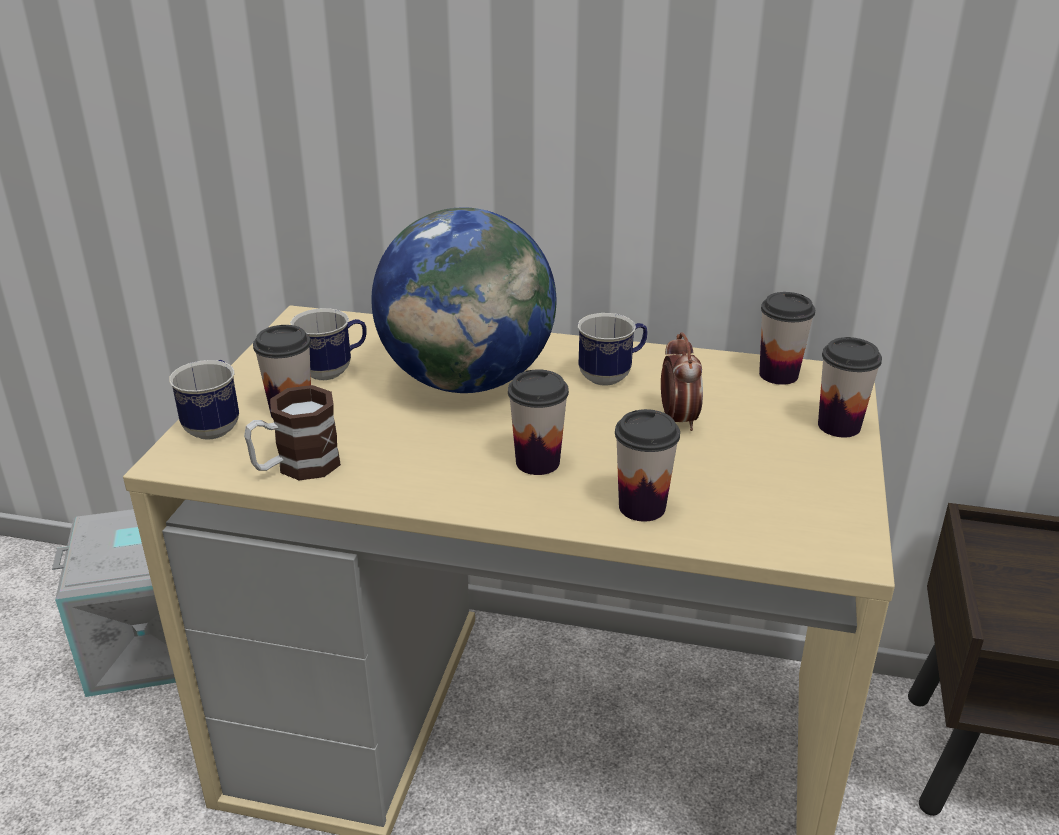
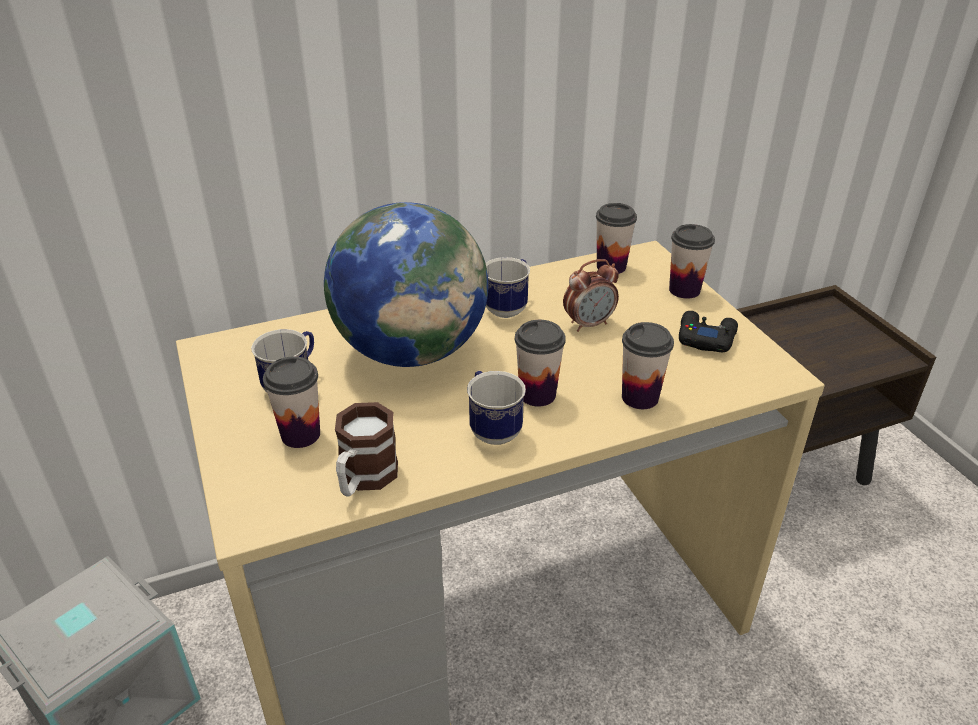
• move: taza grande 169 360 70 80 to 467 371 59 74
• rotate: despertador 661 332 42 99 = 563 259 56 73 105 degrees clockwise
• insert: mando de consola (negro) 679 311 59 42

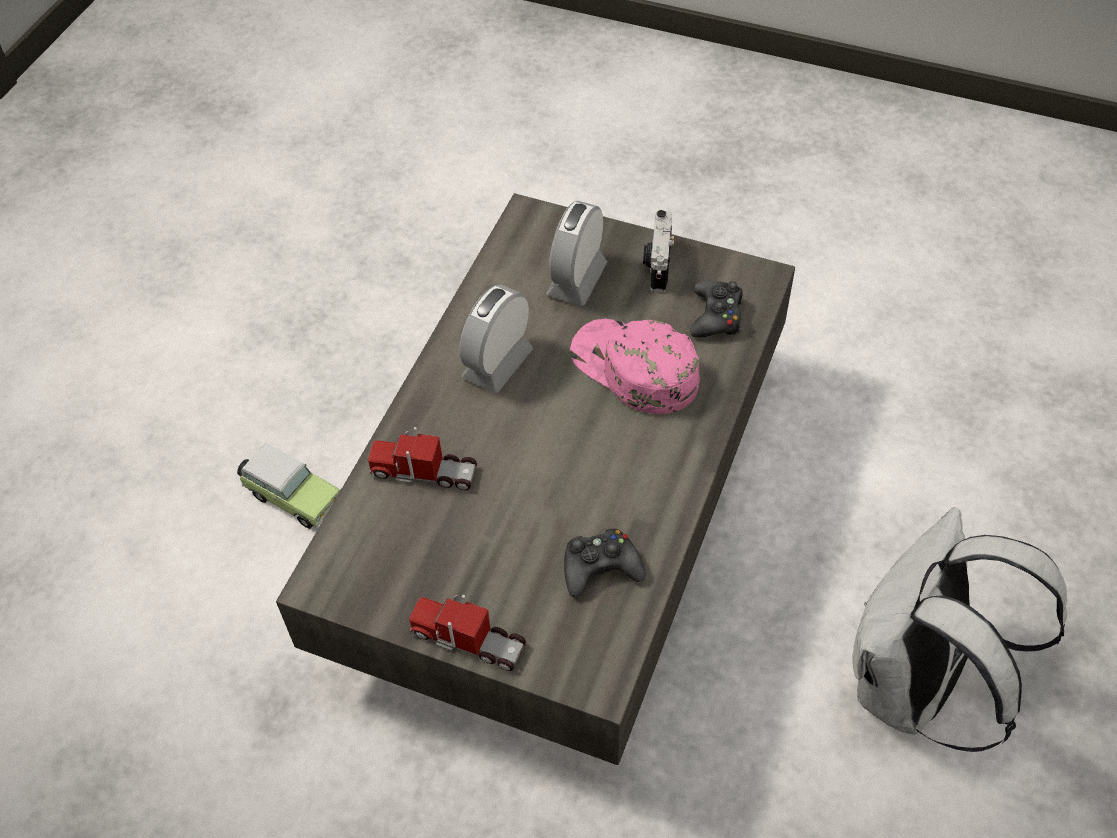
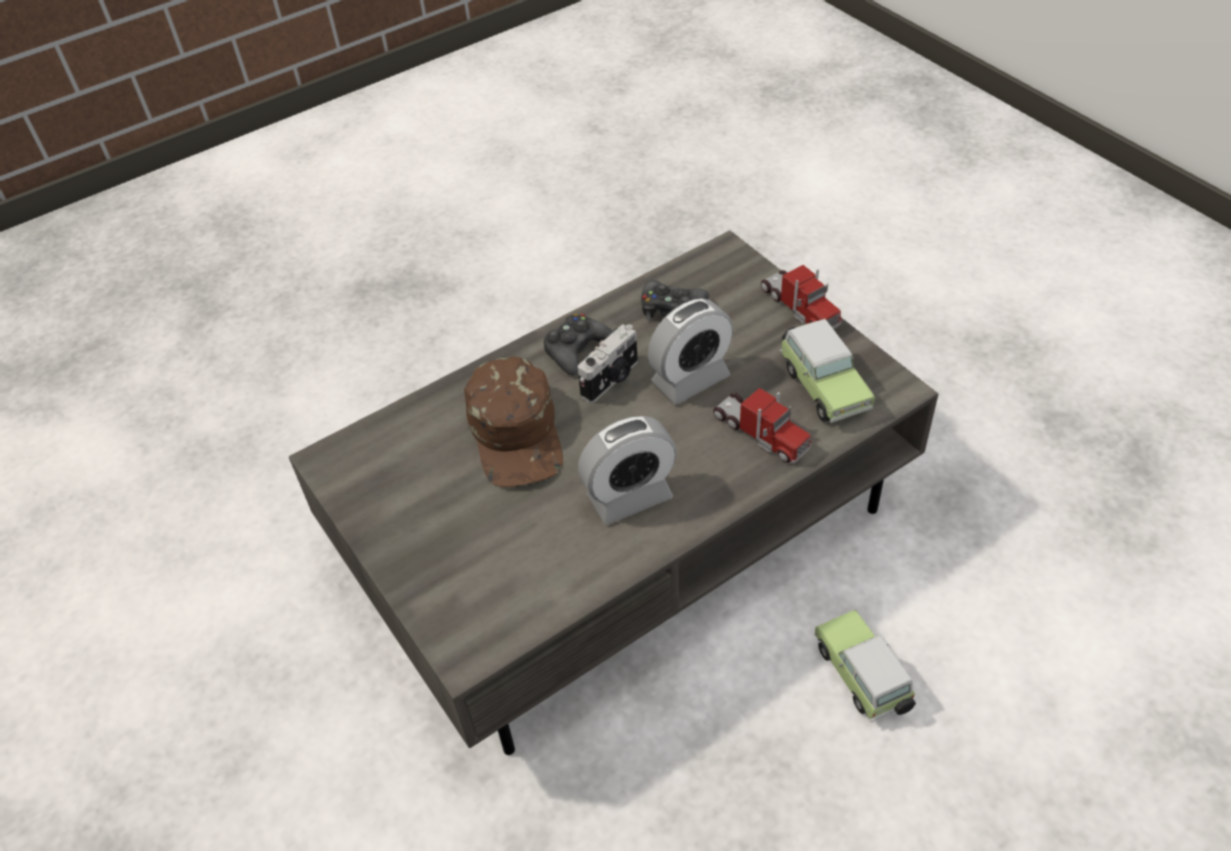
• recolor: gorra (rosa) 570 319 130 95 to gorra (marrón) 464 356 99 131
• move: mando de consola (negro) 690 280 53 58 to 544 314 69 61
• move: cámara 643 210 31 83 to 578 324 60 79
• move: despertador 546 201 61 105 to 648 299 85 105
• insert: coche de juguete 780 319 95 104
• delete: mochila (blanco) 853 507 214 245

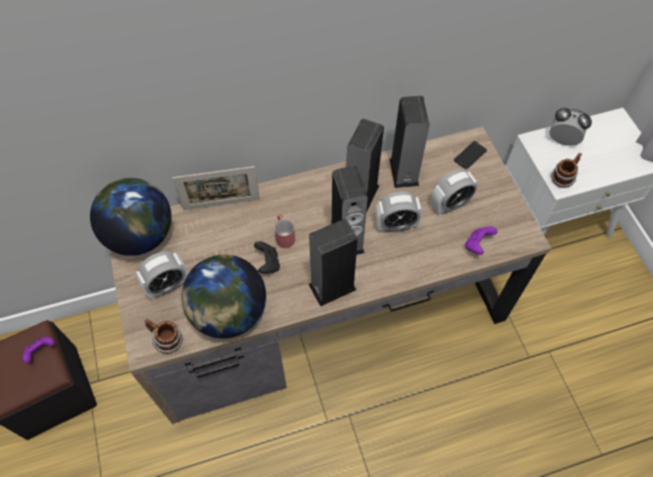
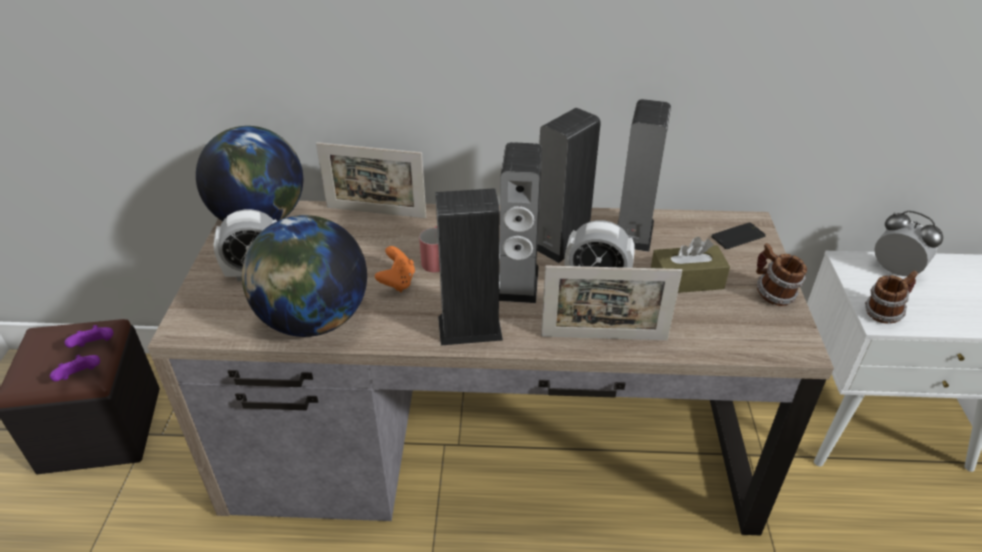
• move: mando de consola (morado) 465 227 33 28 to 50 355 50 27
• recolor: mando de consola (negro) 254 241 26 33 to mando de consola (naranja) 375 246 40 46
• insert: portarretratos 541 265 141 75
• replace: despertador 431 169 47 45 to caja de pañuelos (marrón) 651 236 79 57
• move: taza grande 144 318 39 36 to 756 243 51 63

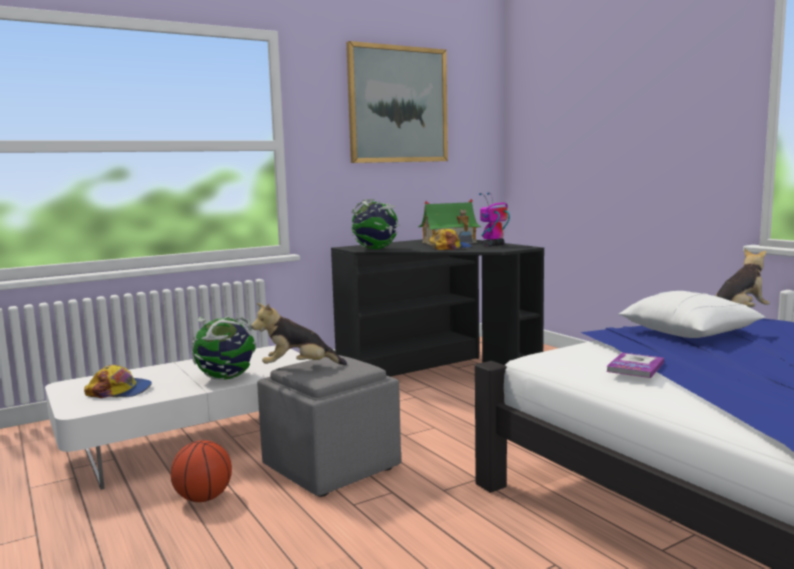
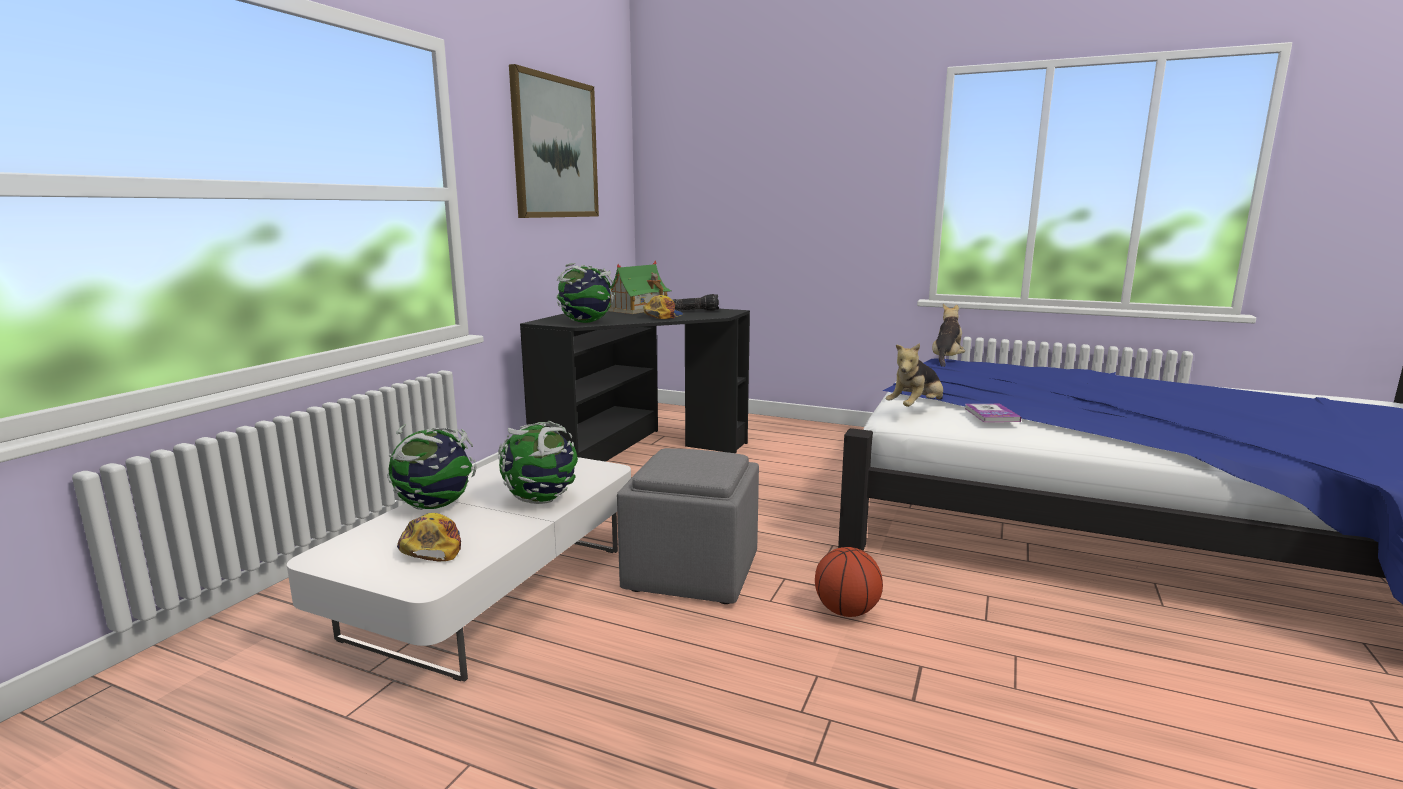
• insert: globo terráqueo 387 425 90 85
• rotate: gorra 84 365 68 33 = 397 513 64 49 75 degrees counterclockwise
• replace: robot de juguete 479 193 31 53 to linterna 673 294 46 17
• move: balón de baloncesto 171 440 61 62 to 815 547 68 70
• move: peluche 251 303 96 62 to 886 343 57 64
• delete: cojín (blanco) 619 291 146 47

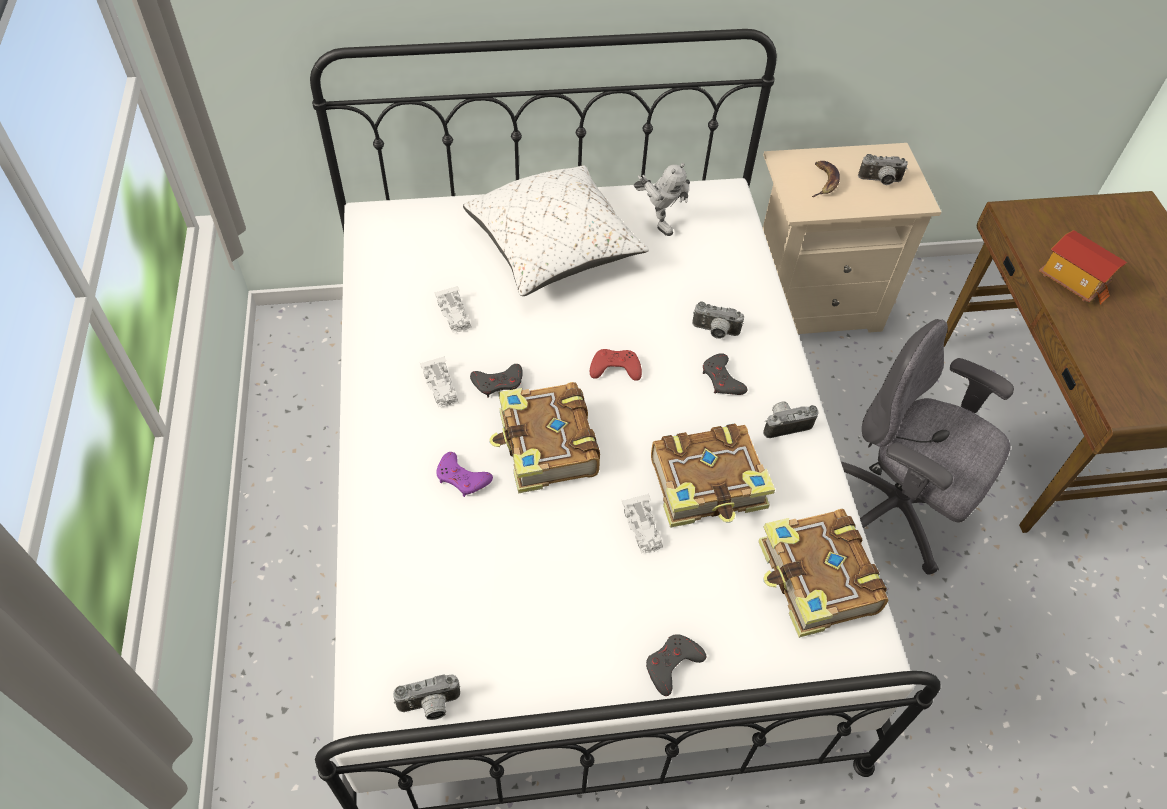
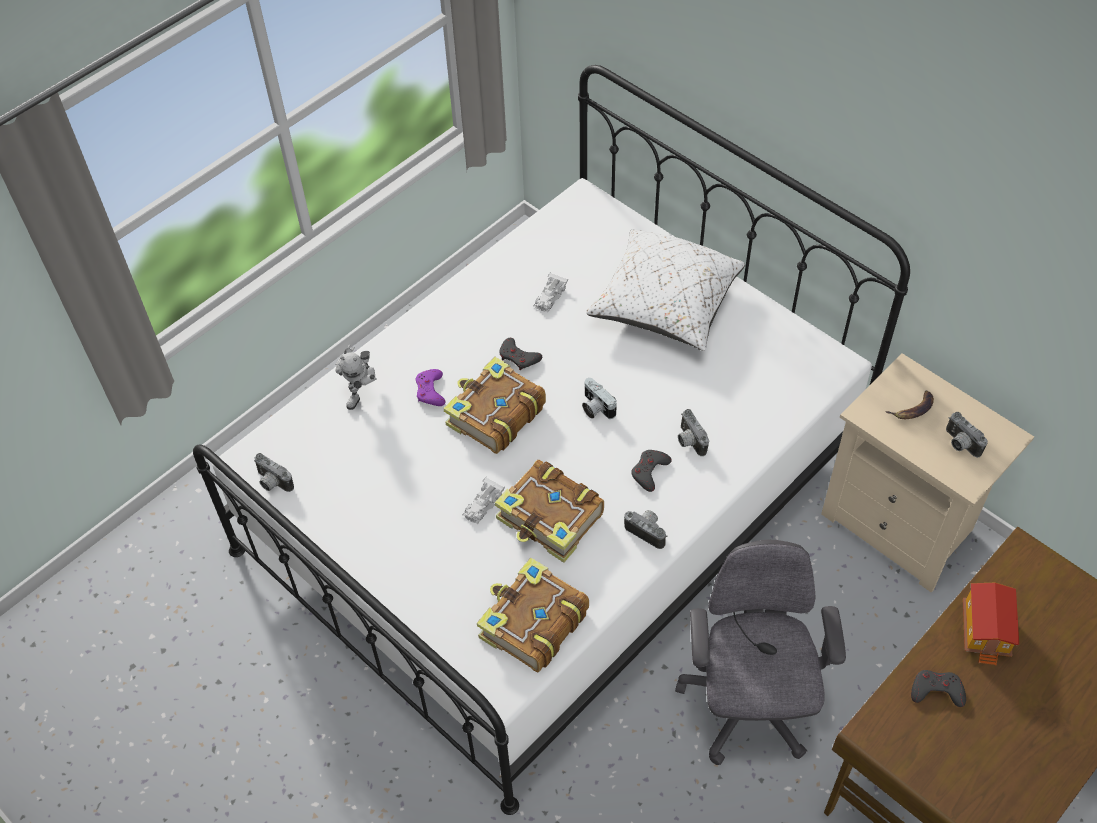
• move: robot de juguete 634 163 56 73 to 335 345 42 65
• replace: mando de consola (rojo) 590 349 52 32 to cámara 582 378 35 41
• move: mando de consola (gris) 646 634 61 62 to 911 670 55 37
• delete: coche de juguete (blanco) 420 356 38 52

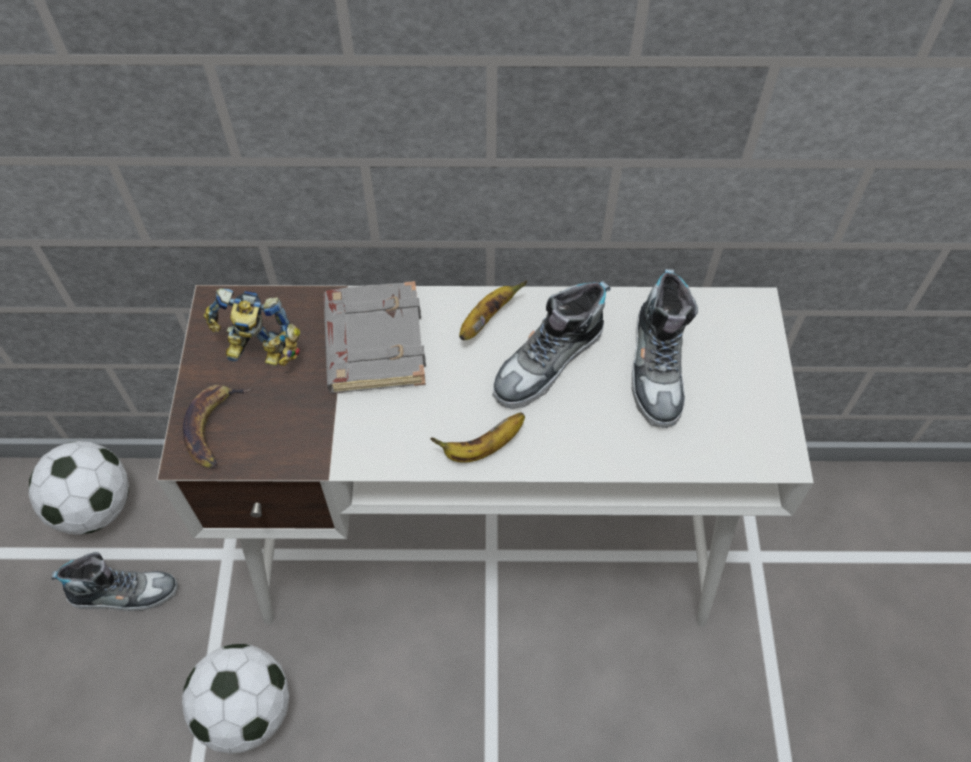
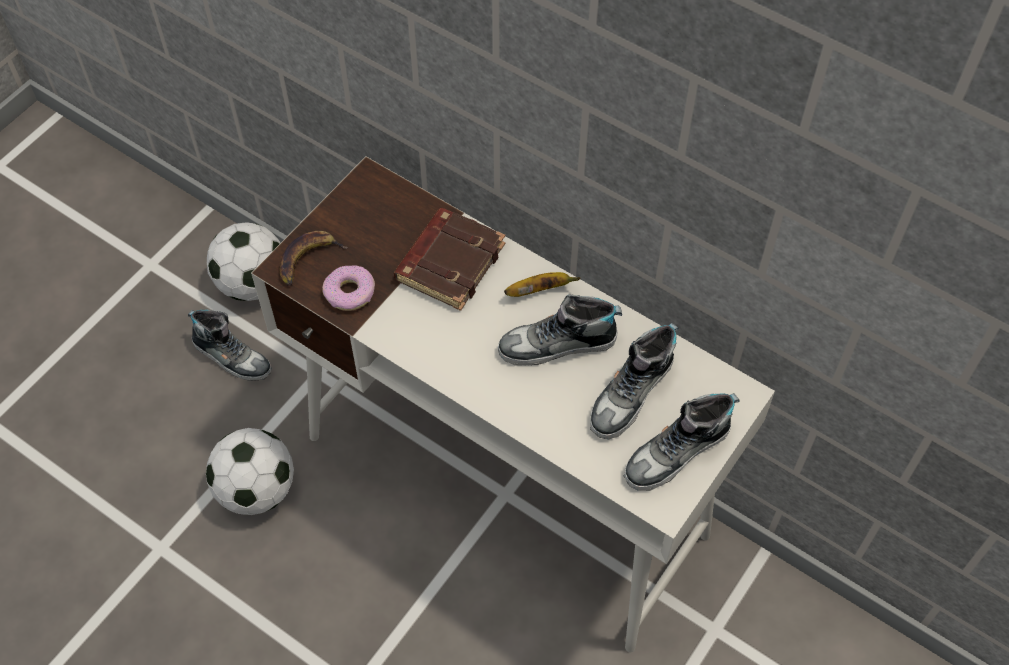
• insert: rosquilla 322 265 53 46
• recolor: libro (gris) 324 281 102 112 to libro (marrón) 394 208 111 103
• insert: zapato 623 393 117 98
• delete: robot de juguete 203 288 97 78
• delete: plátano 430 413 95 50

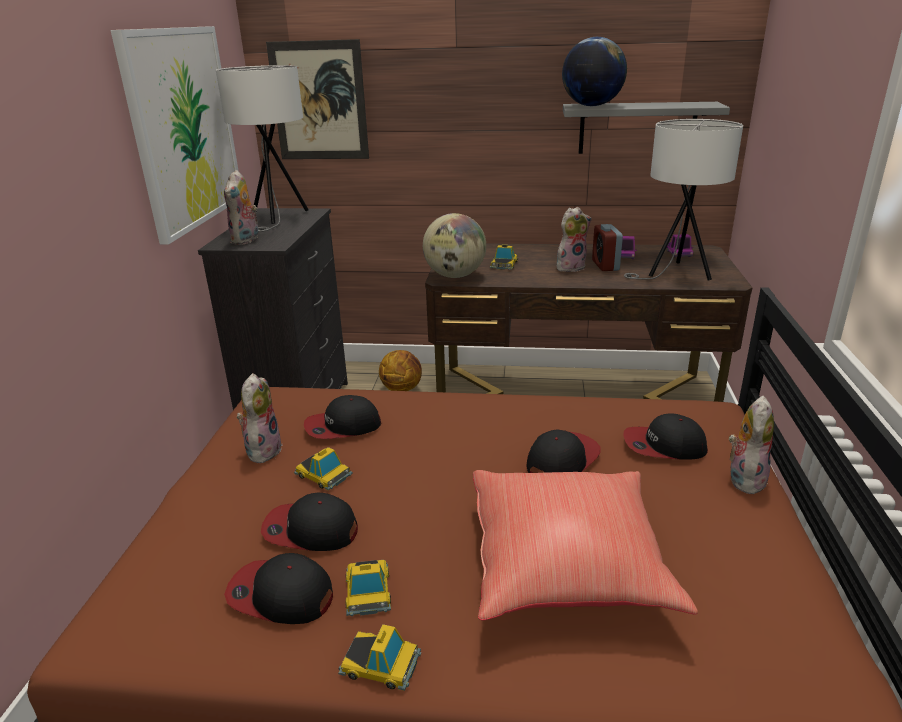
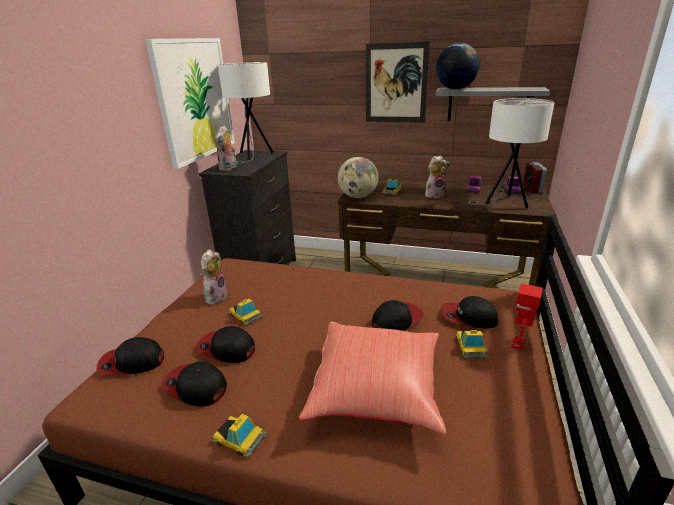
• move: gorra 304 395 77 44 to 97 337 67 38
• move: cuadro 266 39 103 120 to 366 41 64 82
• move: coche de juguete 345 560 46 56 to 455 330 33 28
• replace: peluche 729 396 45 98 to robot de juguete 511 283 32 67
• move: despertador 592 224 31 47 to 523 162 24 31
• delete: balón de baloncesto 379 350 43 41

